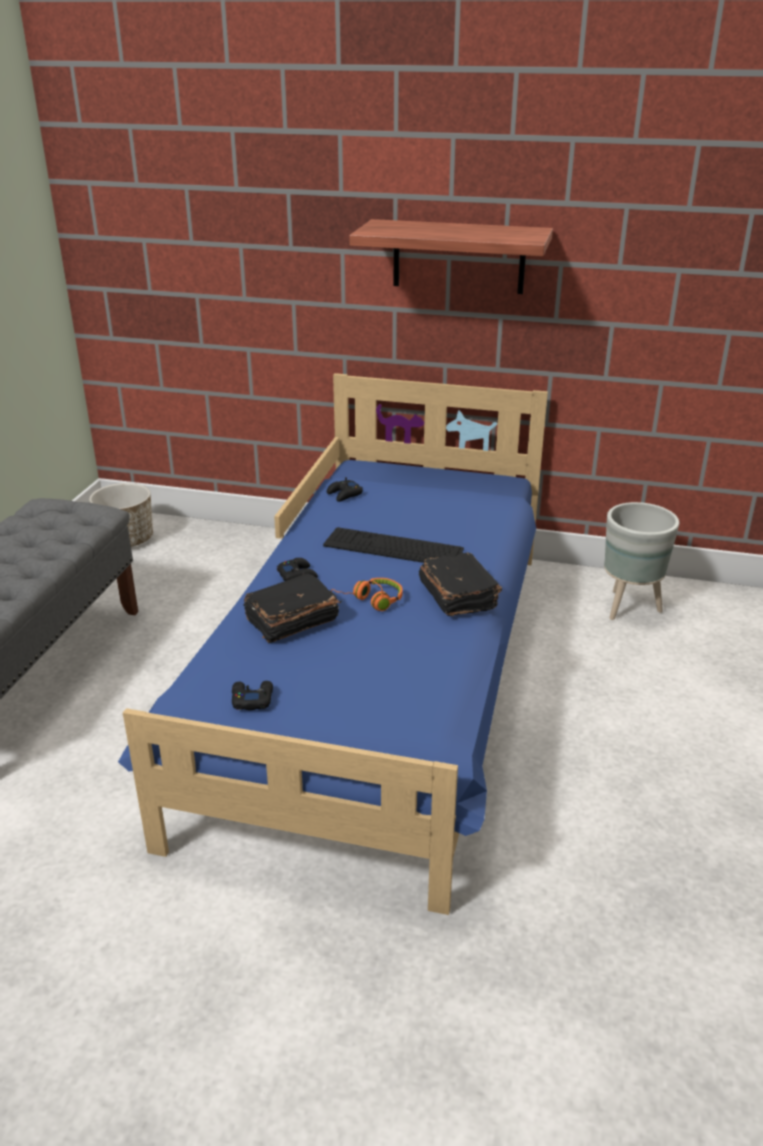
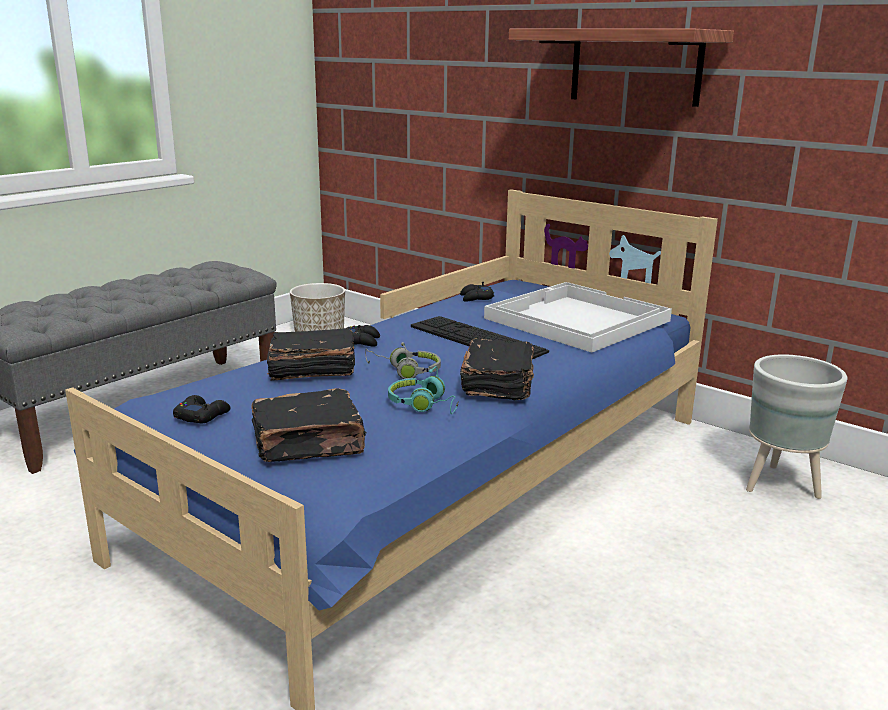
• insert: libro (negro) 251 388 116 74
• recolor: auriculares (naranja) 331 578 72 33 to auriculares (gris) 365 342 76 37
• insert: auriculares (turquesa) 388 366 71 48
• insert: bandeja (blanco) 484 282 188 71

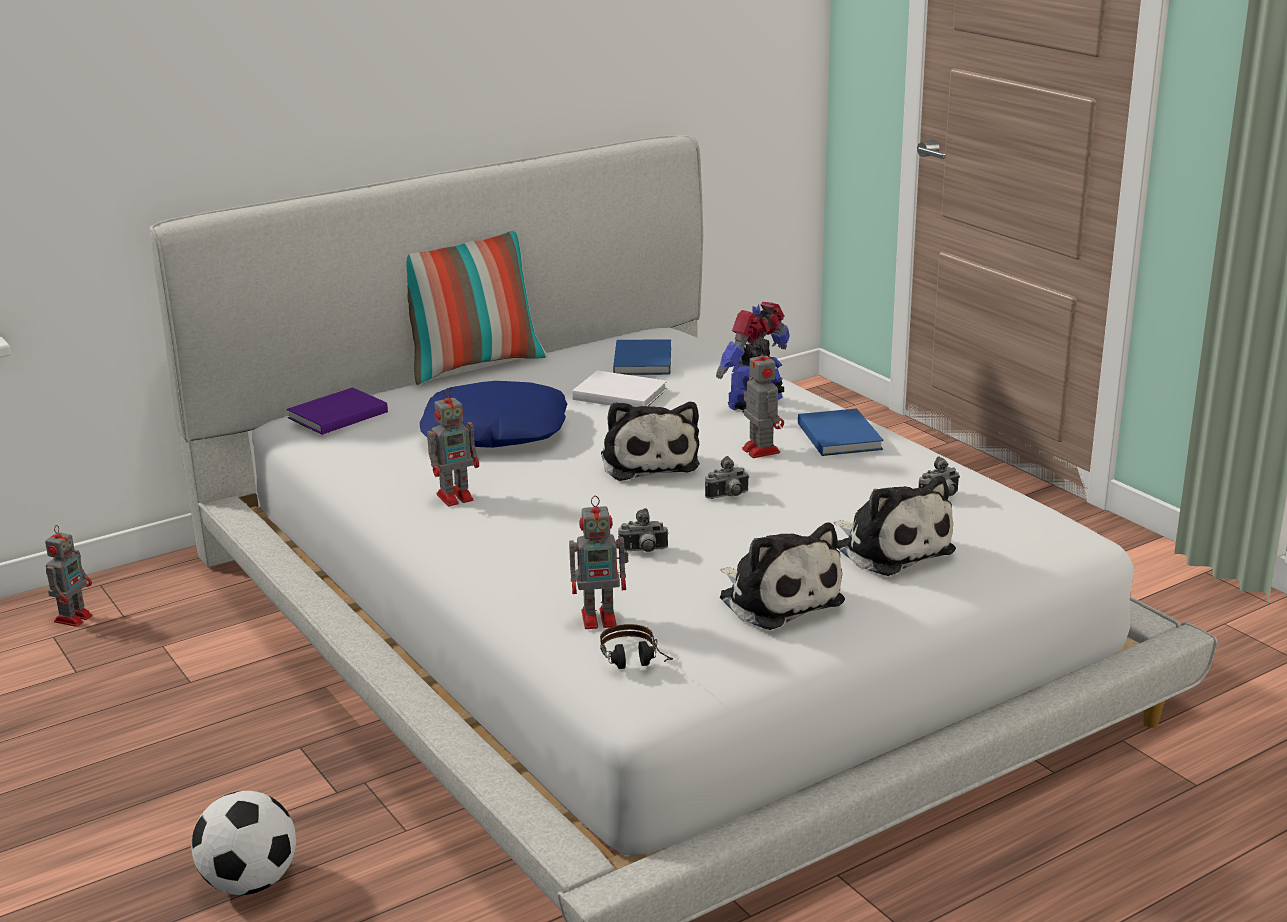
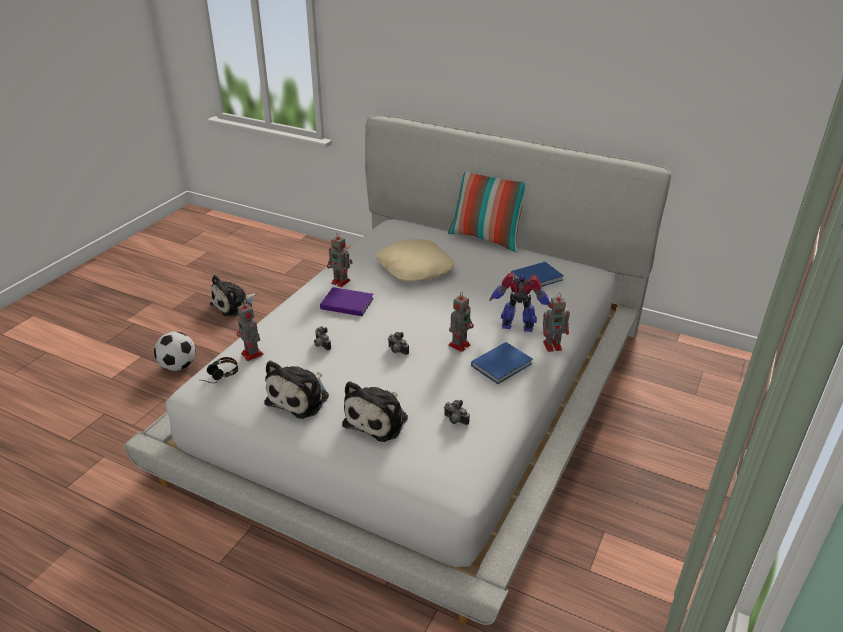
• move: peluche 601 402 99 79 to 210 275 47 41
• move: libro (morado) 287 387 101 48 to 320 287 54 29
• recolor: cojín (azul) 420 381 147 67 to cojín (beis) 375 239 80 43
• move: robot de juguete 45 525 48 102 to 543 293 27 59
• delete: libro (blanco) 572 370 95 37

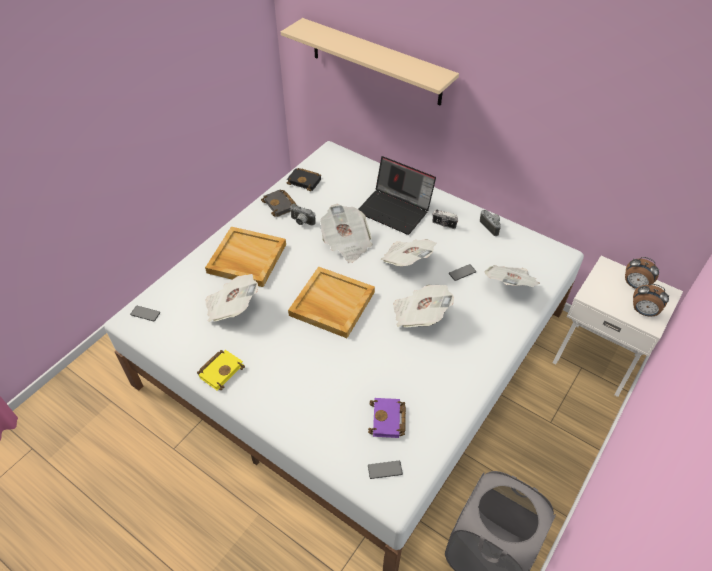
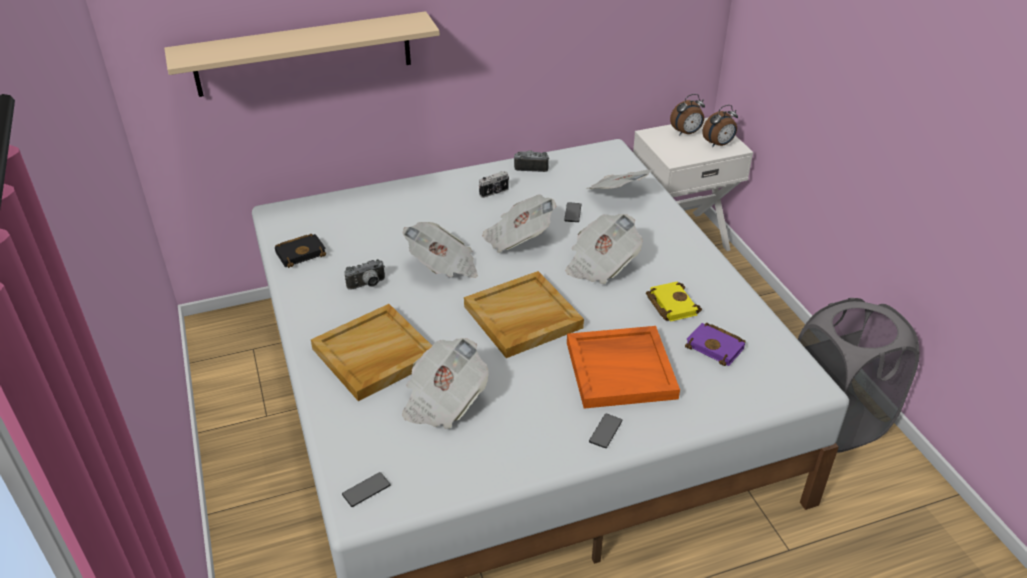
• insert: bandeja (naranja) 567 326 113 83
• move: móvil 368 461 35 18 to 589 413 33 35
• move: libro (amarillo) 197 350 48 41 to 646 281 56 41
• delete: libro (negro) 261 190 36 27
• delete: portátil 359 156 77 79

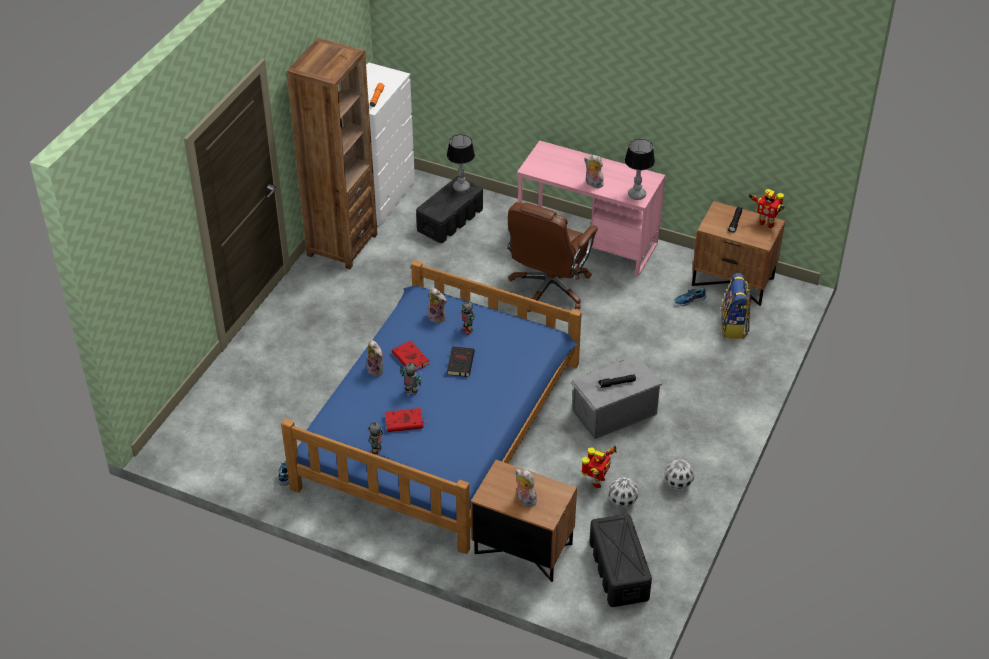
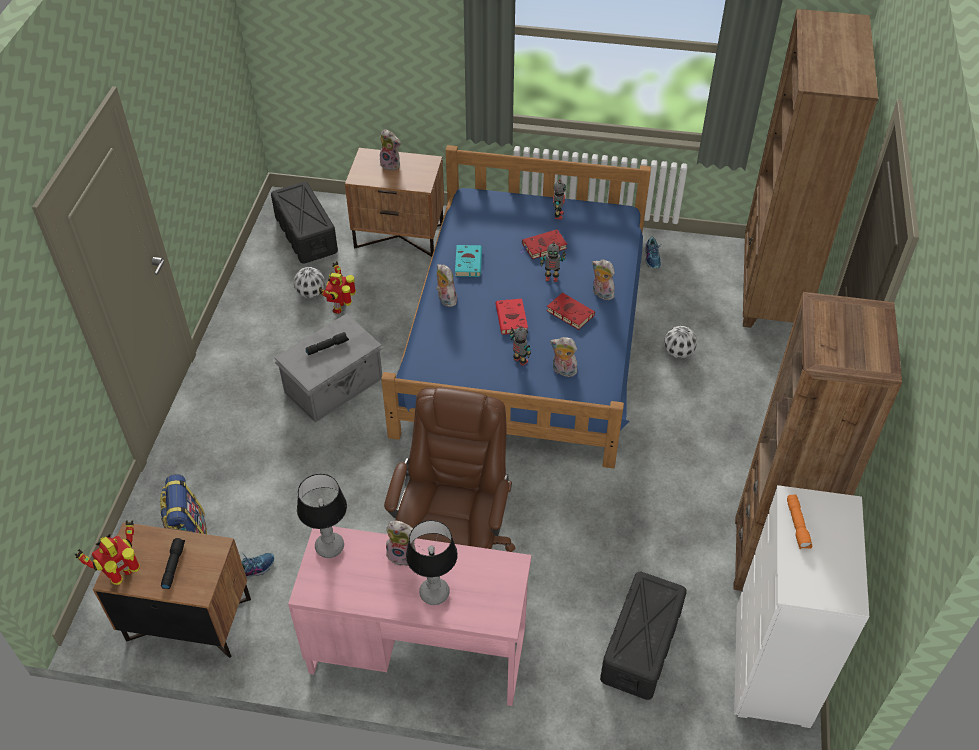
• rotate: robot de juguete 749 189 36 39 = 75 520 65 65 60 degrees counterclockwise
• move: lámpara de mesa 447 135 28 57 to 406 520 52 85
• insert: peluche 436 264 21 43
• insert: libro (turquesa) 455 245 27 32
• recolor: libro (negro) 447 346 28 31 to libro (rojo) 495 299 33 41
• move: balón de fútbol 665 459 30 30 to 664 326 33 32
• insert: estantería (marrón) 743 9 135 319

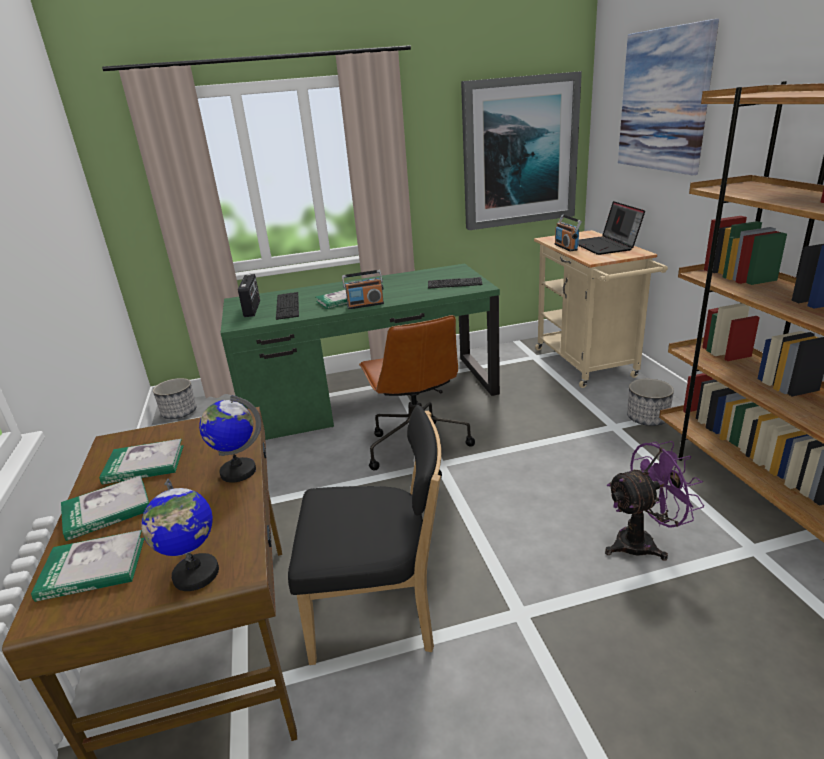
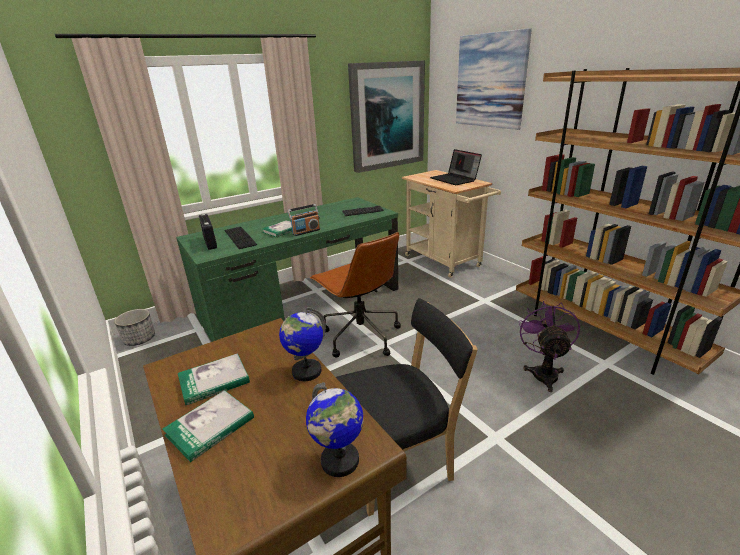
• rotate: ventilador (morado) 605 441 99 120 = 519 301 61 91 45 degrees counterclockwise
• delete: libro 31 530 113 72
• delete: radio 554 214 28 37
• delete: maceta 627 379 47 47

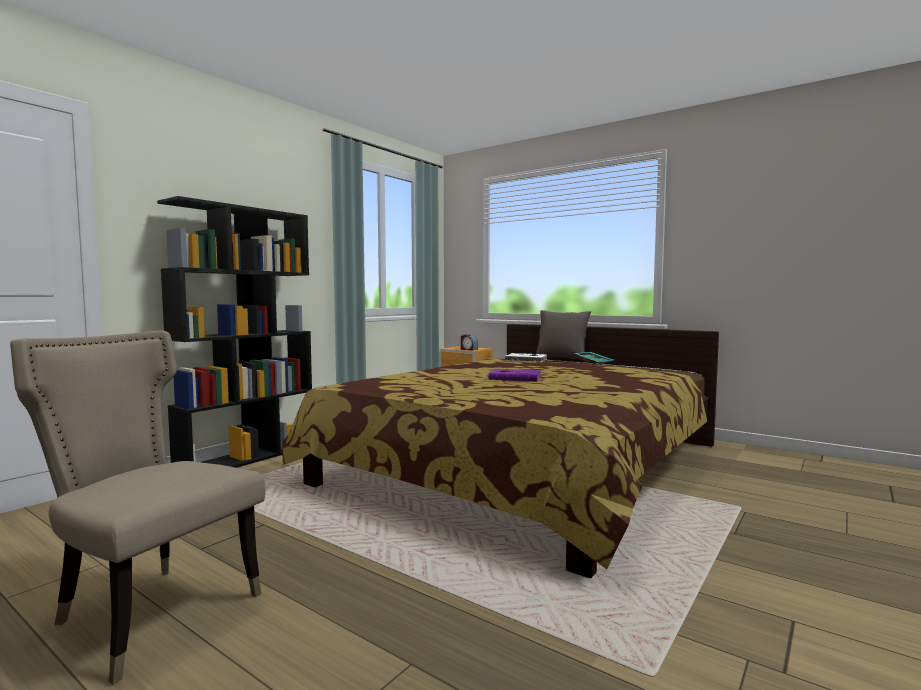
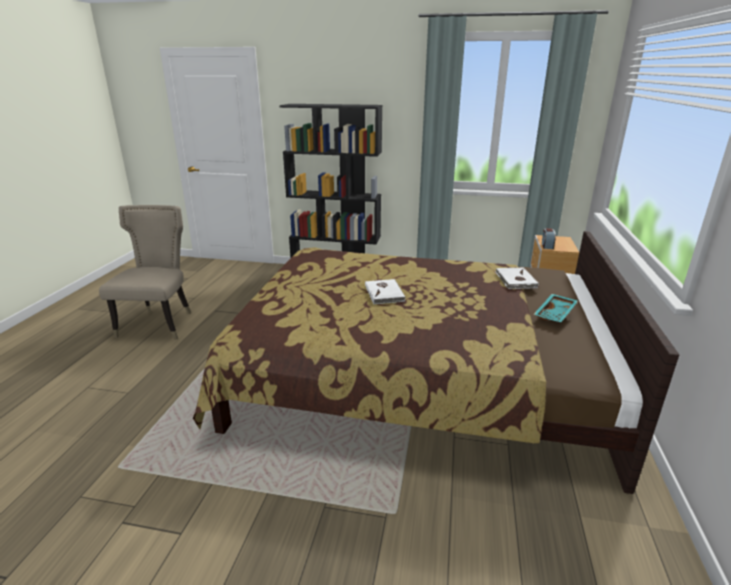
• recolor: libro (morado) 488 369 53 13 to libro (blanco) 365 279 41 25
• delete: cojín (gris) 536 310 55 52

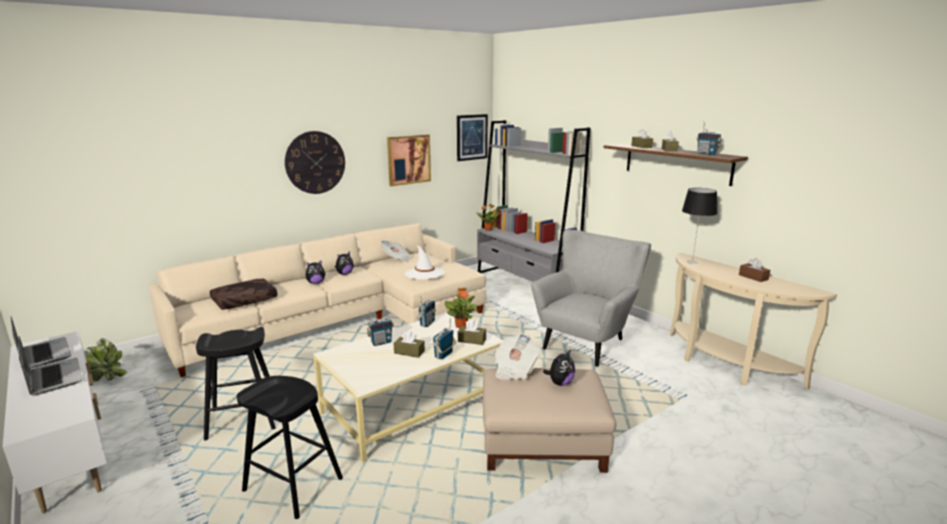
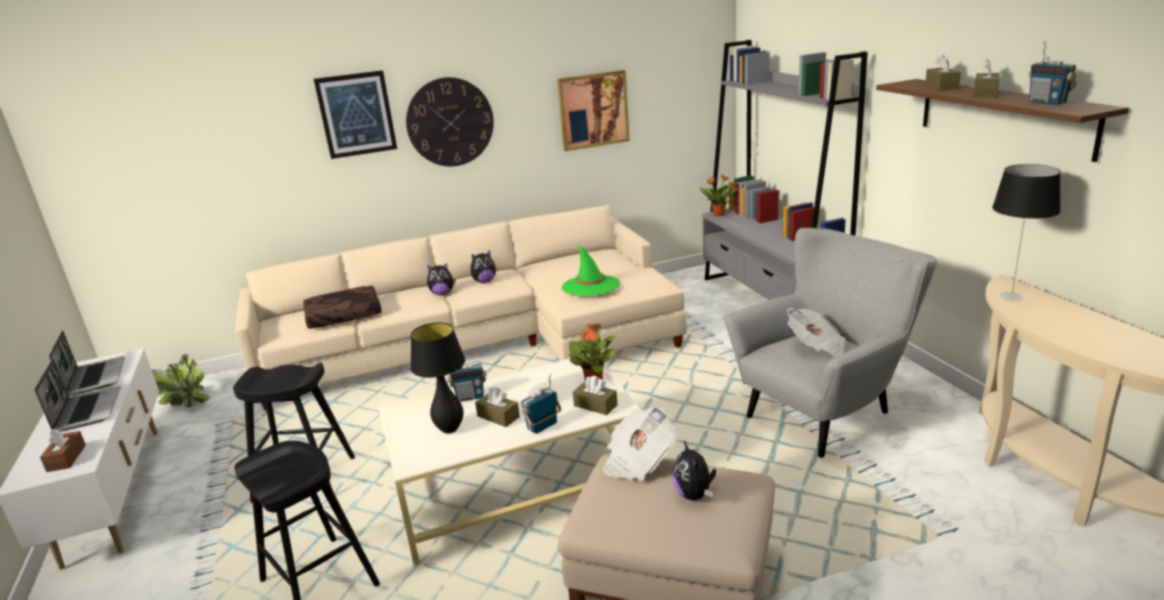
• move: caja de pañuelos (marrón) 739 258 31 24 to 40 429 46 43
• move: cuadro 457 114 31 47 to 314 70 83 89
• insert: lámpara de mesa (negro) 410 322 55 112
• recolor: sombrero (blanco) 405 245 40 34 to sombrero (verde) 562 245 58 51
• rotate: peluche 543 350 32 36 = 672 441 44 59 105 degrees clockwise
• move: periódico 381 240 30 22 to 787 308 59 49
• delete: radio 417 295 19 32

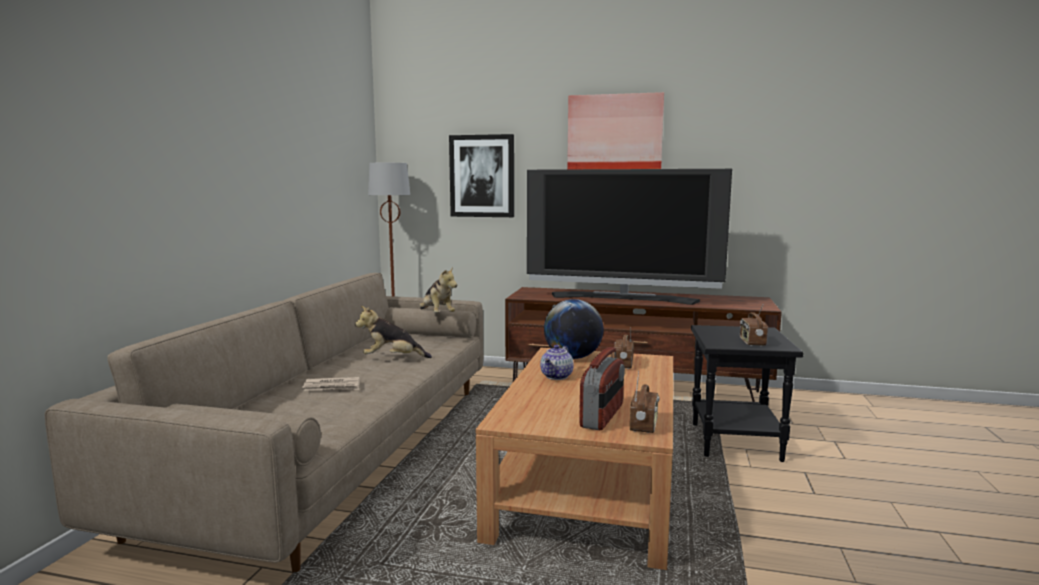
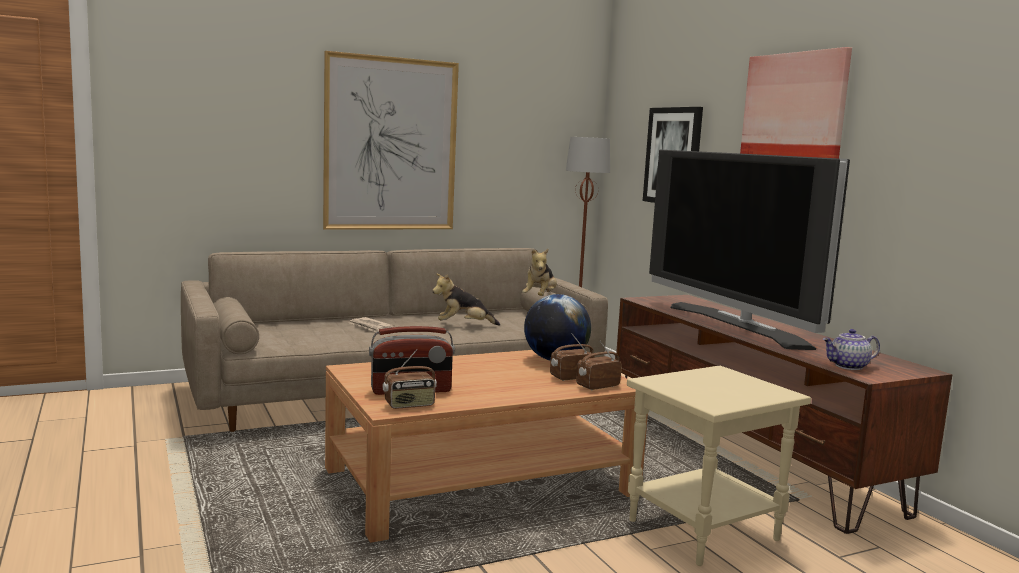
• insert: cuadro 323 51 136 179
• rotate: peluche 355 306 77 52 = 432 273 68 53 60 degrees counterclockwise
• move: radio 740 305 28 41 to 576 341 46 49
• recolor: mesa auxiliar (negro) 691 325 112 137 to mesa auxiliar (beis) 627 366 184 200
• move: tetera 540 345 34 35 to 823 329 57 41

